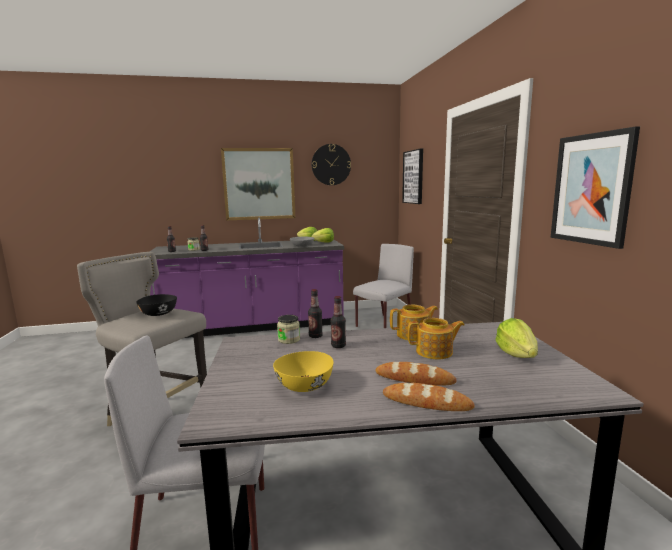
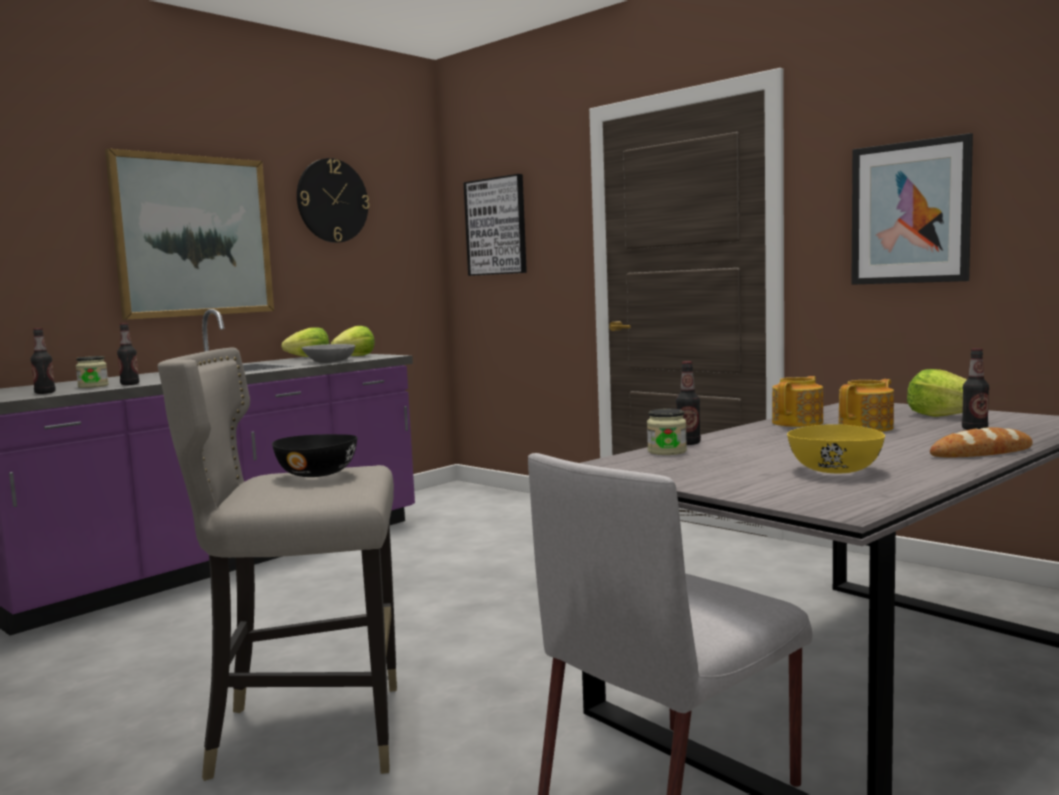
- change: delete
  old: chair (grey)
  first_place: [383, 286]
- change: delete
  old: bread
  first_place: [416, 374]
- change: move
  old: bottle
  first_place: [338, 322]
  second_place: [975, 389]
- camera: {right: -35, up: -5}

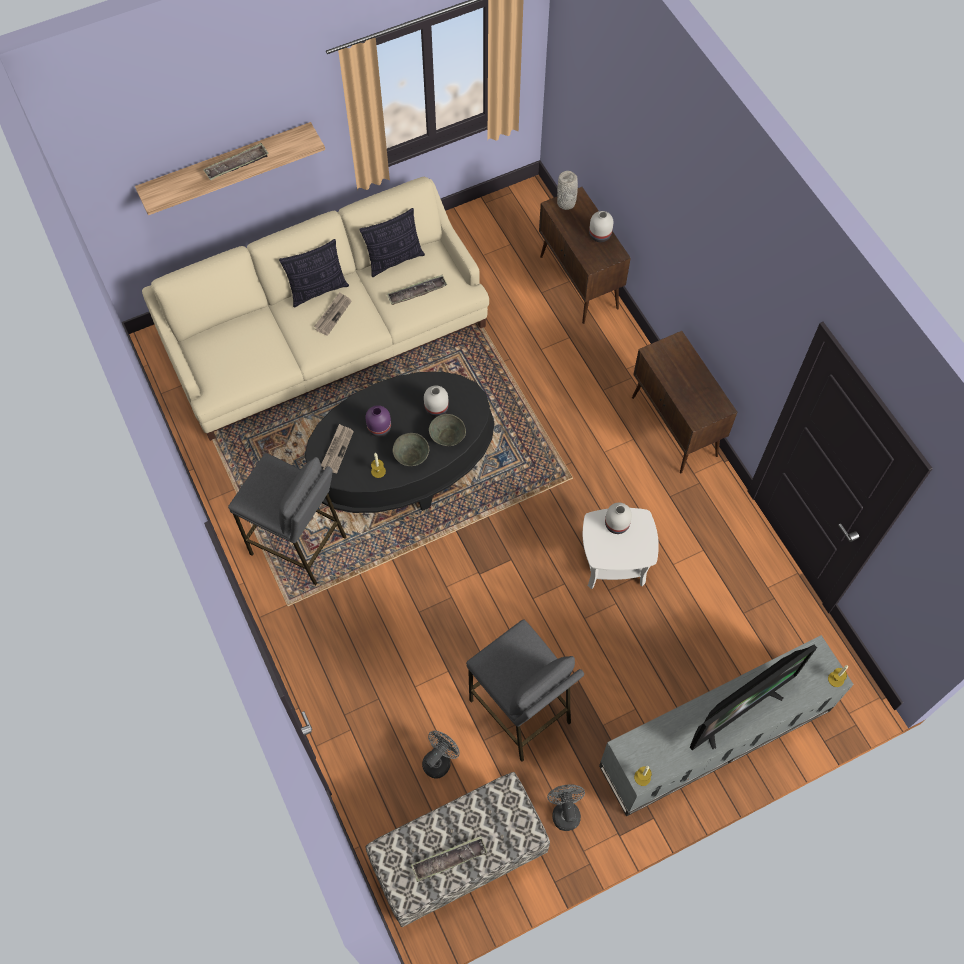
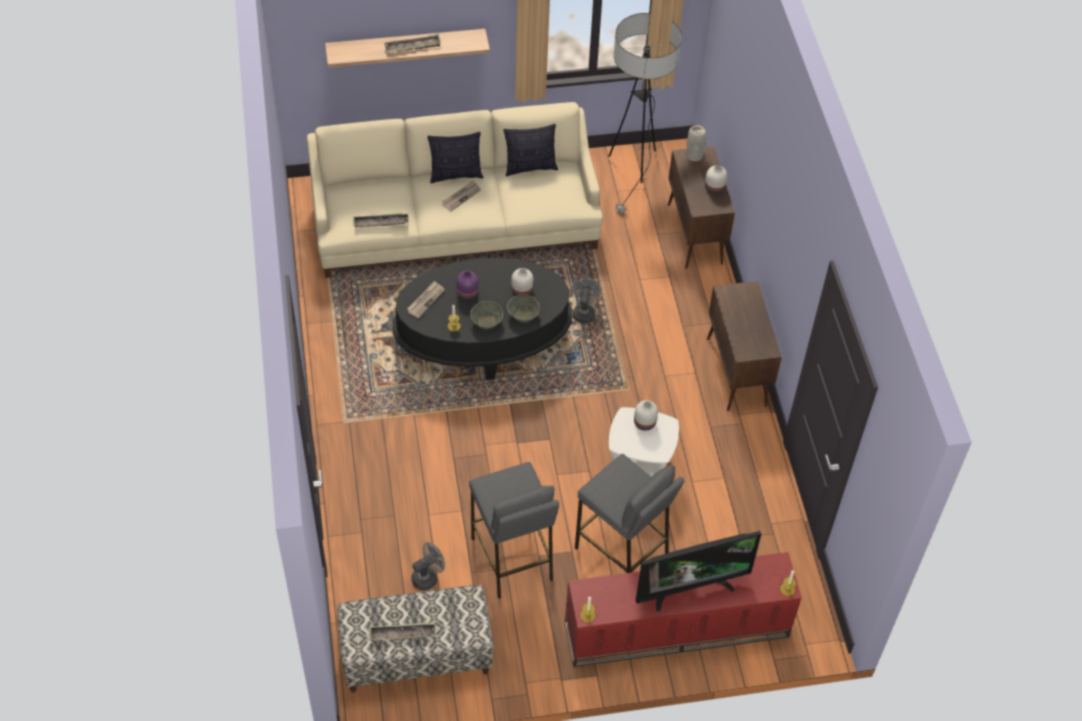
- change: insert
  new: floor lamp
  second_place: [645, 113]
- change: move
  old: stool (grey)
  first_place: [287, 519]
  second_place: [629, 513]
- change: move
  old: tray
  first_place: [417, 290]
  second_place: [381, 220]
- change: move
  old: fan (grey)
  first_place: [566, 807]
  second_place: [586, 300]
- change: recolor
  old: tv stand (grey)
  new: tv stand (red)
  first_place: [726, 725]
  second_place: [683, 609]
- camera: {right: 15, up: -10}

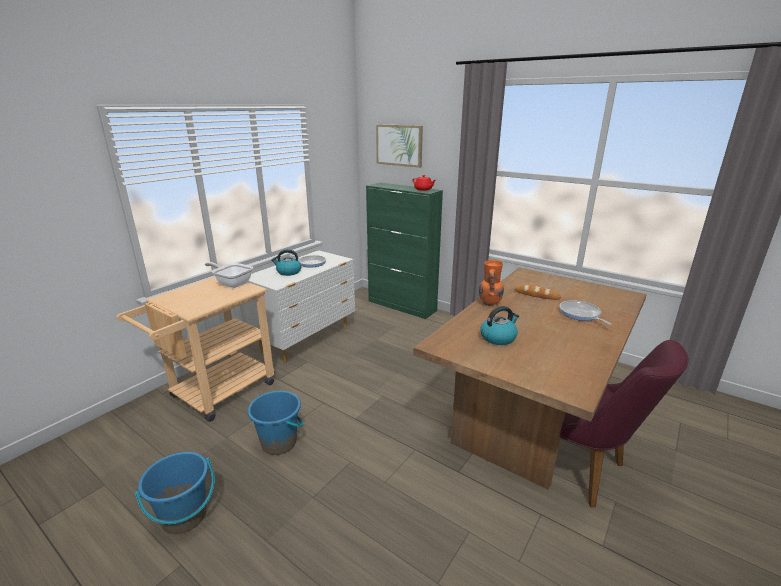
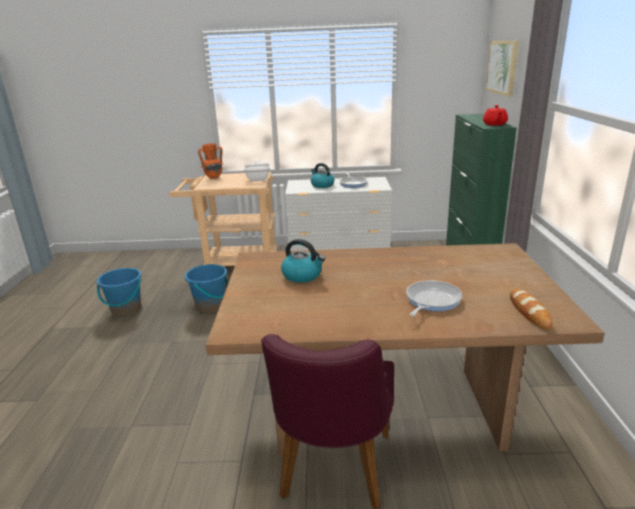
- change: move
  old: vase (orange)
  first_place: [491, 283]
  second_place: [210, 161]
- change: move
  old: bread
  first_place: [538, 292]
  second_place: [531, 309]
- camera: {right: 55, up: 0}

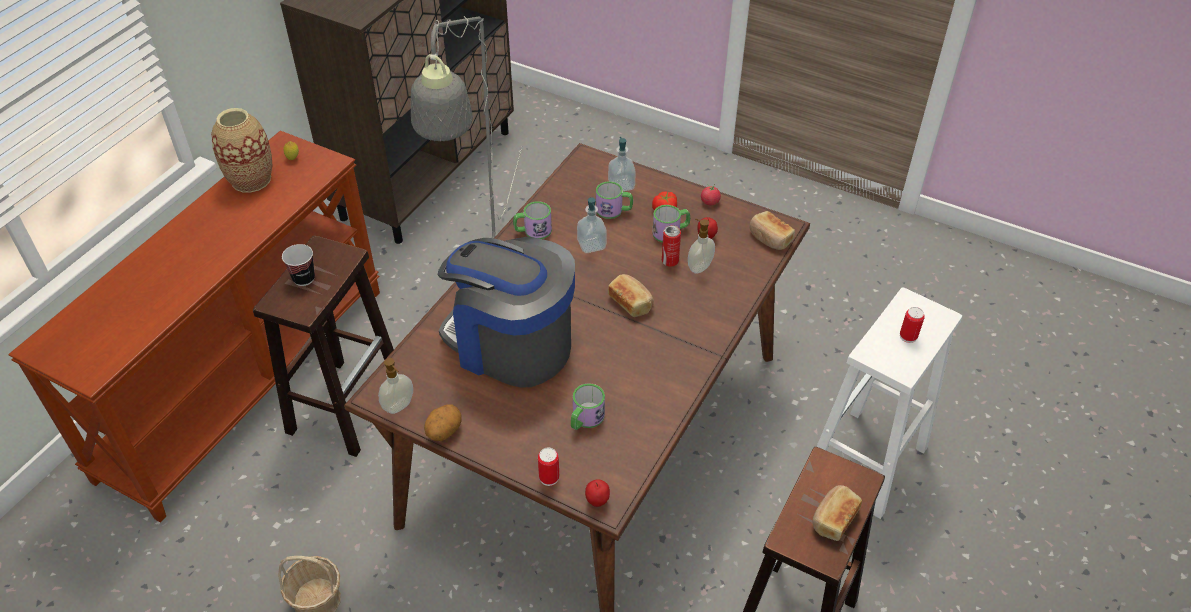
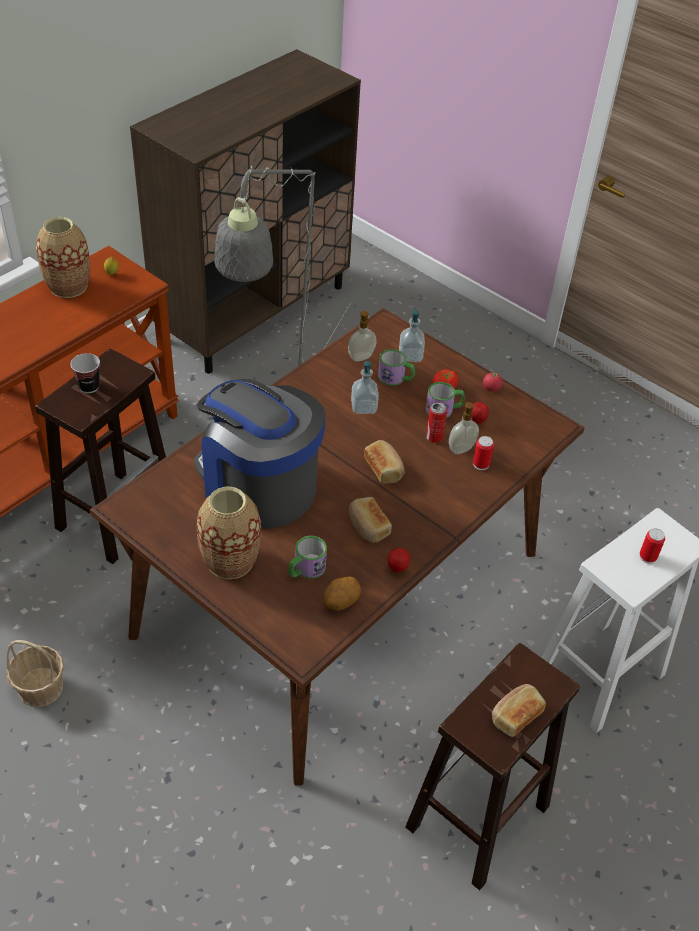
- change: delete
  old: mug
  first_place: [532, 220]
- change: insert
  new: vase
  second_place: [229, 532]
- change: move
  old: soap dispenser
  first_place: [395, 386]
  second_place: [362, 336]
- change: move
  old: potato
  first_place: [443, 422]
  second_place: [342, 593]
- change: move
  old: can
  first_place: [548, 467]
  second_place: [483, 453]
- change: move
  old: apple
  first_place: [597, 493]
  second_place: [399, 560]
- change: move
  old: bread
  first_place: [772, 230]
  second_place: [370, 520]
- camera: {right: 10, up: 0}

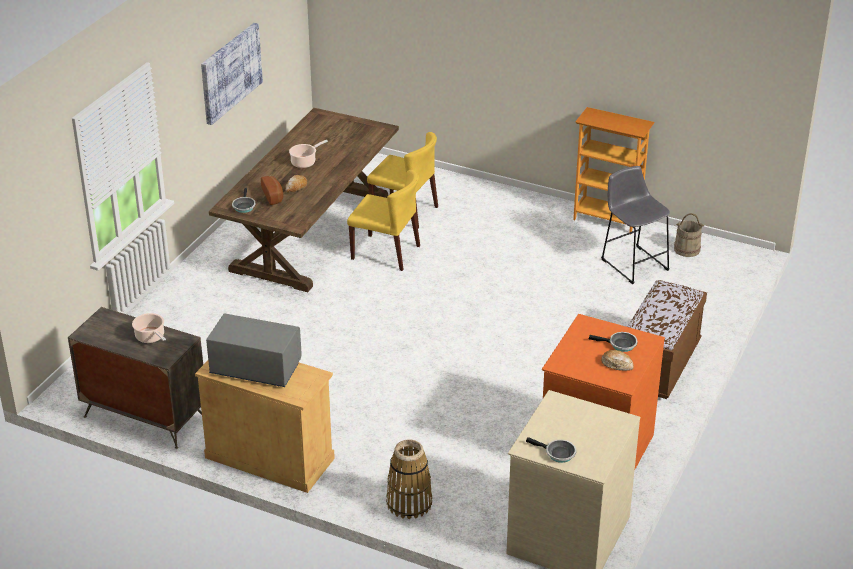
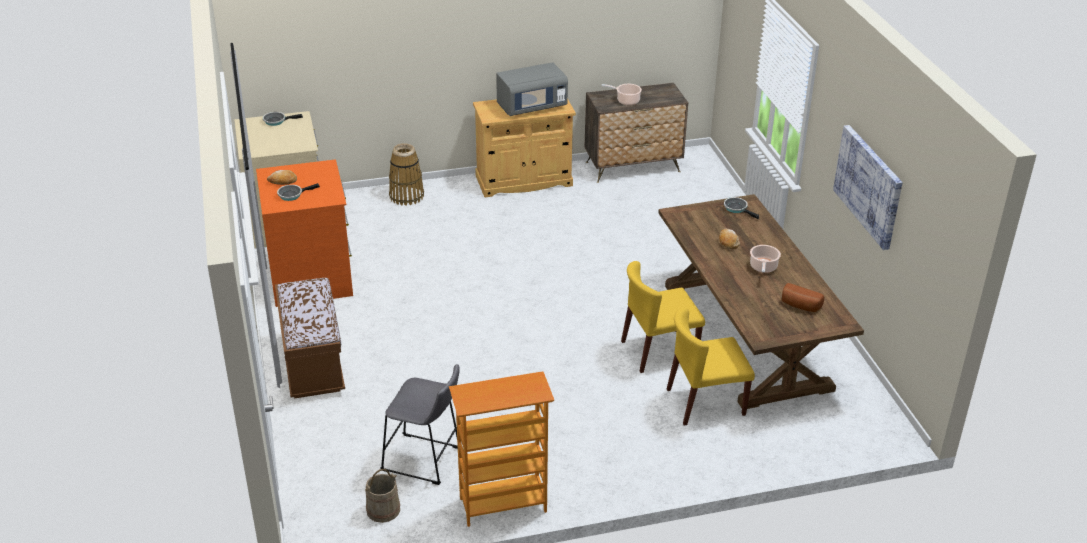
- change: move
  old: bread
  first_place: [272, 190]
  second_place: [803, 297]
- camera: {right: 140, up: 0}

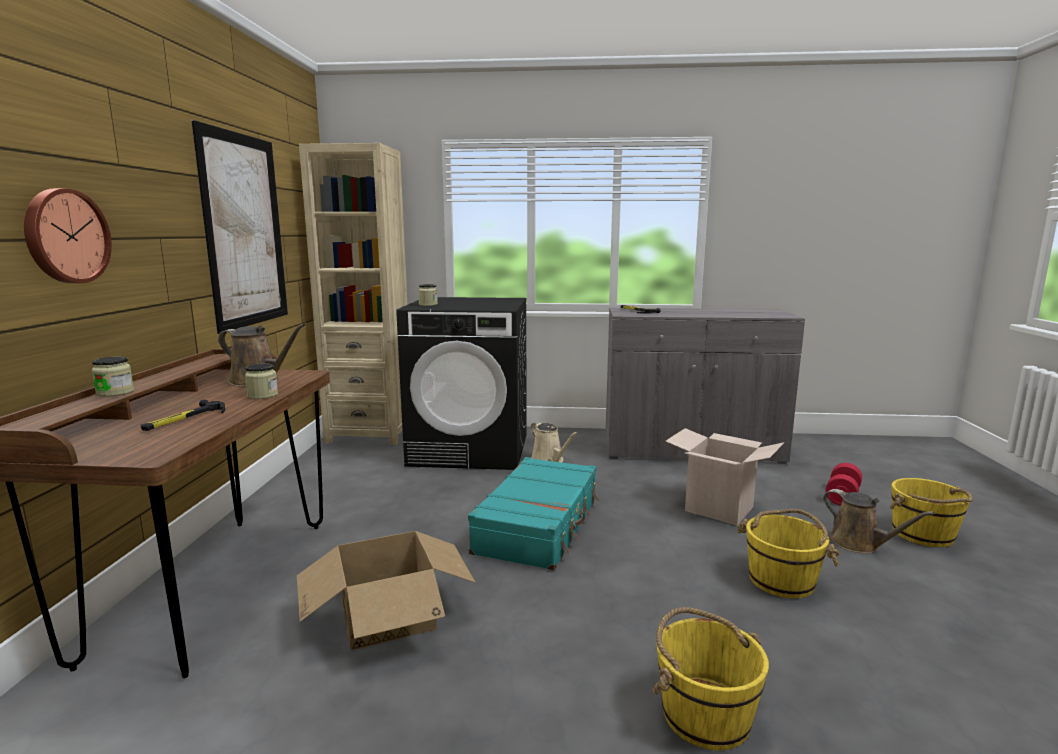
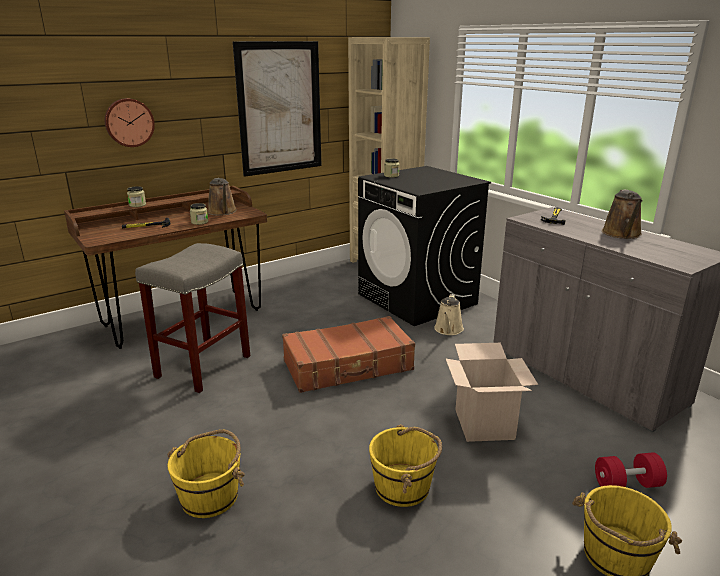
- change: move
  old: watering can (brown)
  first_place: [878, 521]
  second_place: [622, 214]
- change: replace
  old: cardboard box
  new: stool (grey)
  first_place: [386, 590]
  second_place: [192, 318]
- change: recolor
  old: suitcase (turquoise)
  new: suitcase (brown)
  first_place: [533, 513]
  second_place: [348, 354]
- camera: {right: 50, up: 10}

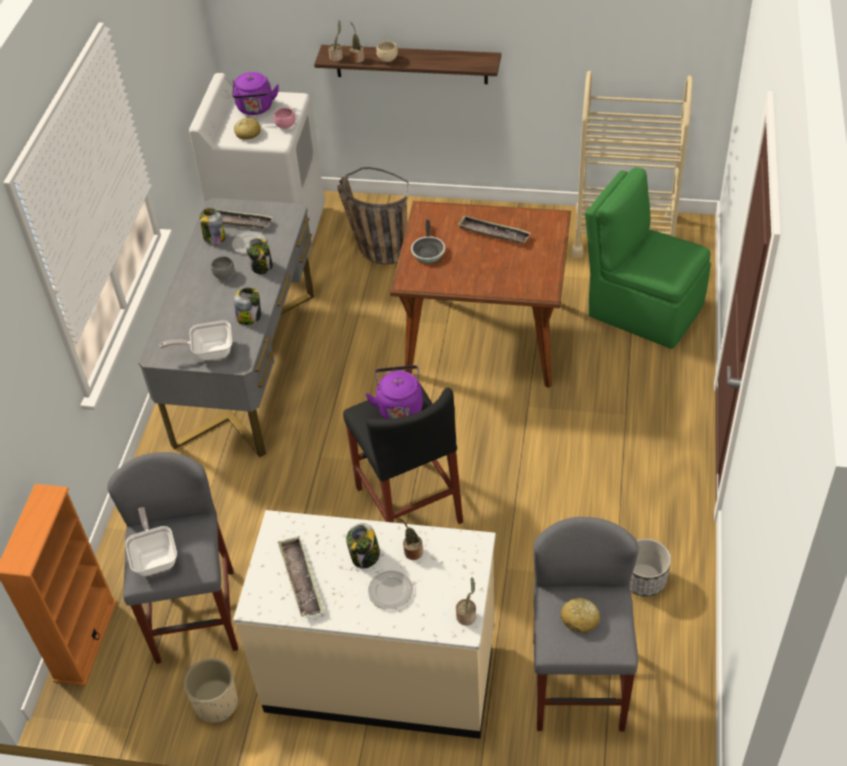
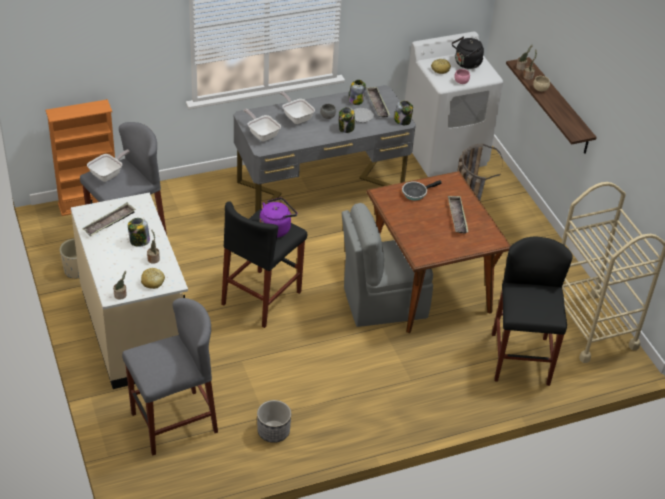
- change: delete
  old: plate
  first_place: [390, 590]
- change: insert
  new: frying pan
  second_place: [297, 108]
- change: insert
  new: chair (grey)
  second_place: [387, 265]
- change: move
  old: jar
  first_place: [247, 306]
  second_place: [403, 113]
- change: move
  old: bread
  first_place: [580, 615]
  second_place: [153, 278]
- change: replace
  old: chair (green)
  new: stool (black)
  first_place: [648, 258]
  second_place: [532, 311]
- change: recolor
  old: kettle (purple)
  new: kettle (black)
  first_place: [255, 93]
  second_place: [468, 52]
- camera: {right: 55, up: -5}

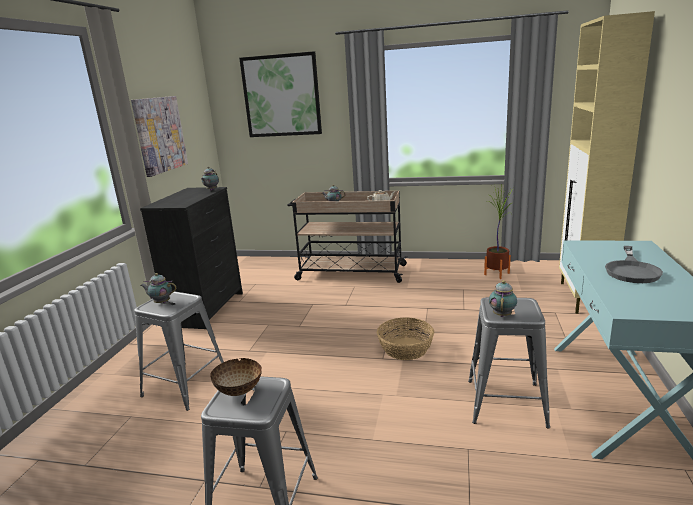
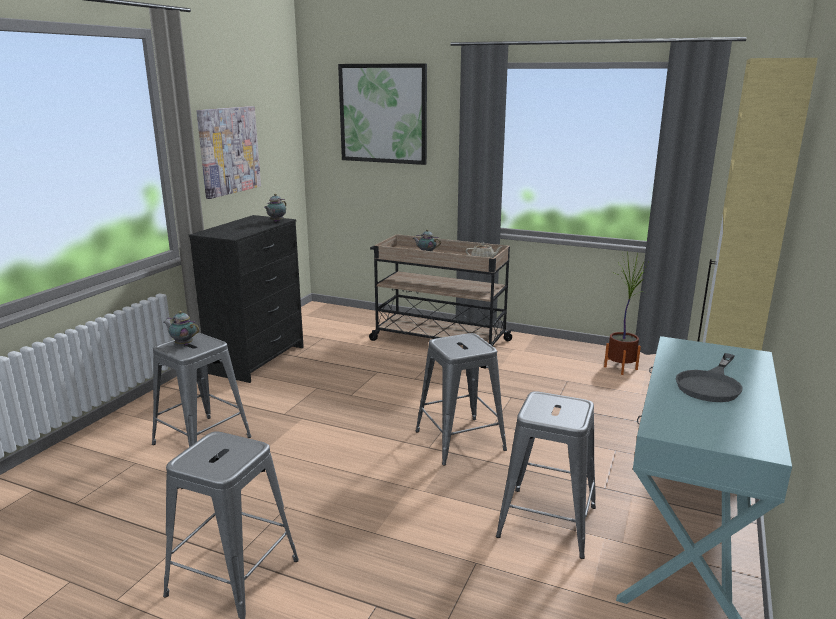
- change: delete
  old: bowl
  first_place: [236, 377]
- change: delete
  old: teapot
  first_place: [503, 298]
- change: replace
  old: basket
  new: stool (grey)
  first_place: [405, 338]
  second_place: [461, 399]
- camera: {right: 10, up: 0}

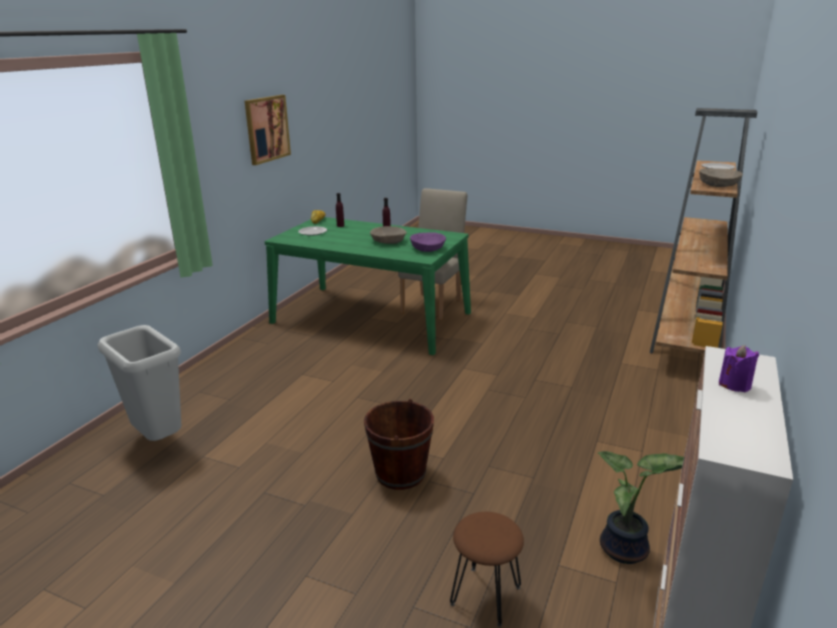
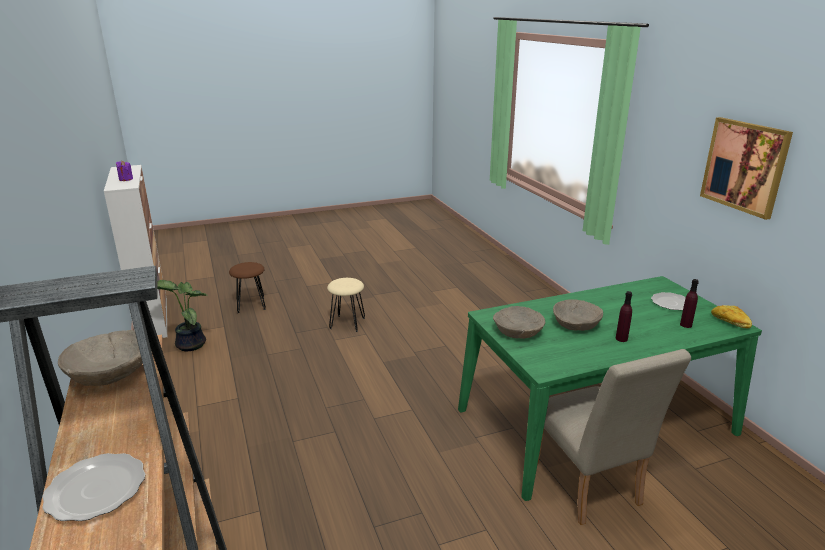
- change: delete
  old: trash can (grey)
  first_place: [139, 383]
- change: replace
  old: bucket (brown)
  new: stool (beige)
  first_place: [399, 444]
  second_place: [346, 305]
- change: recolor
  old: bowl (purple)
  new: bowl (beige)
  first_place: [428, 242]
  second_place: [519, 322]
- camera: {right: 135, up: 0}

